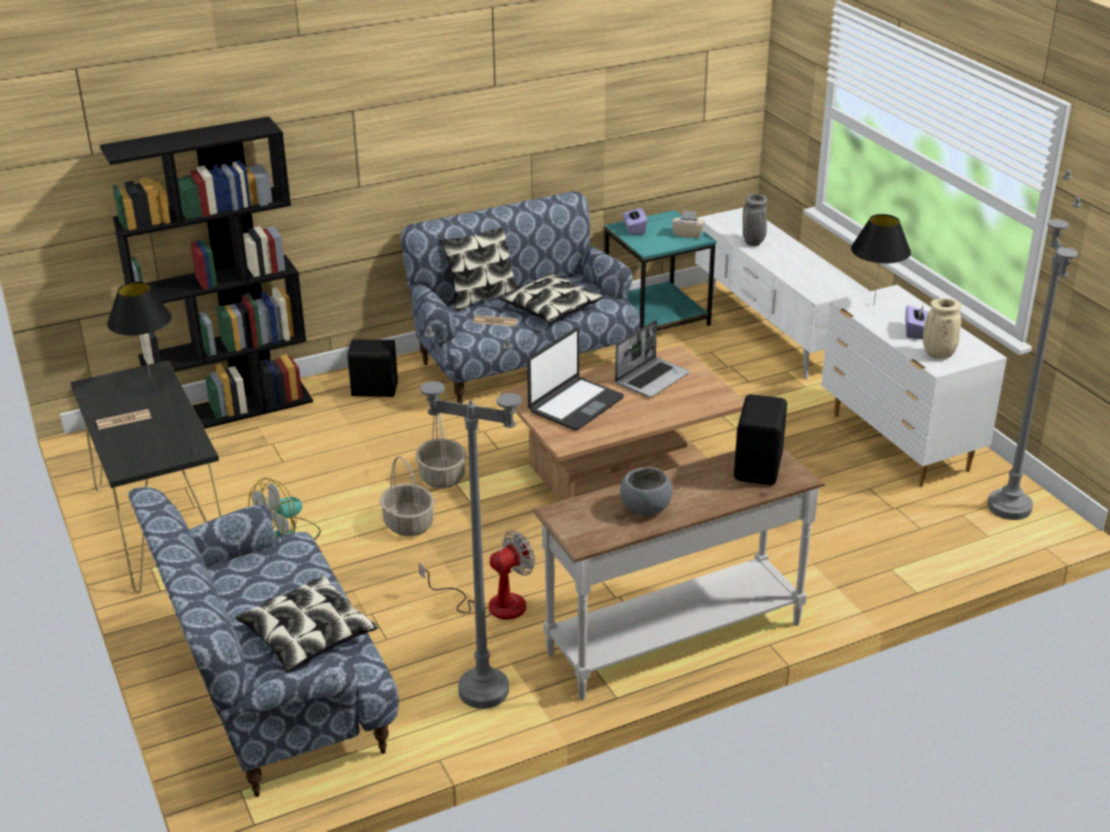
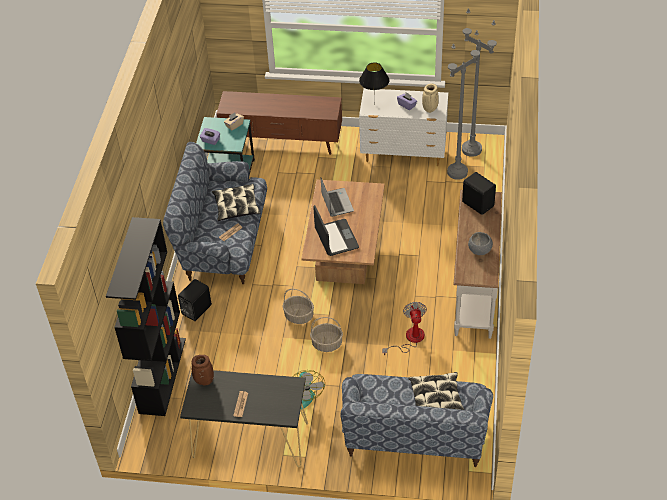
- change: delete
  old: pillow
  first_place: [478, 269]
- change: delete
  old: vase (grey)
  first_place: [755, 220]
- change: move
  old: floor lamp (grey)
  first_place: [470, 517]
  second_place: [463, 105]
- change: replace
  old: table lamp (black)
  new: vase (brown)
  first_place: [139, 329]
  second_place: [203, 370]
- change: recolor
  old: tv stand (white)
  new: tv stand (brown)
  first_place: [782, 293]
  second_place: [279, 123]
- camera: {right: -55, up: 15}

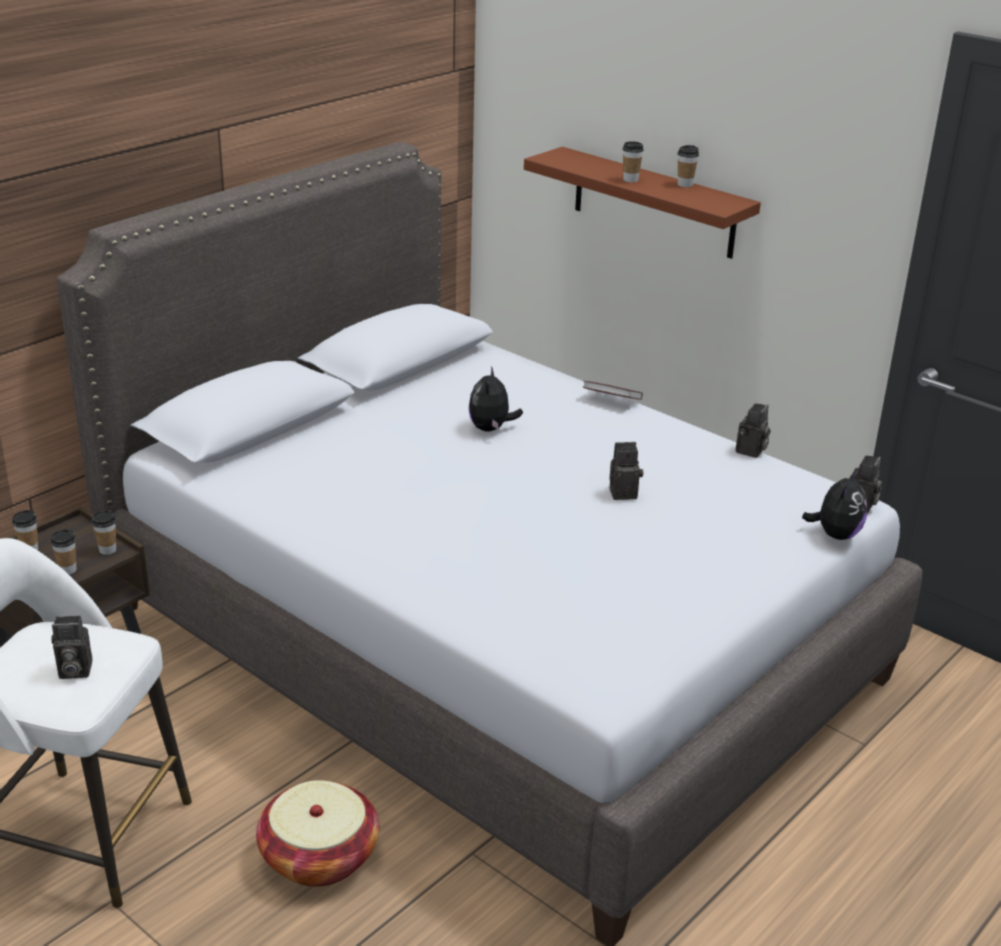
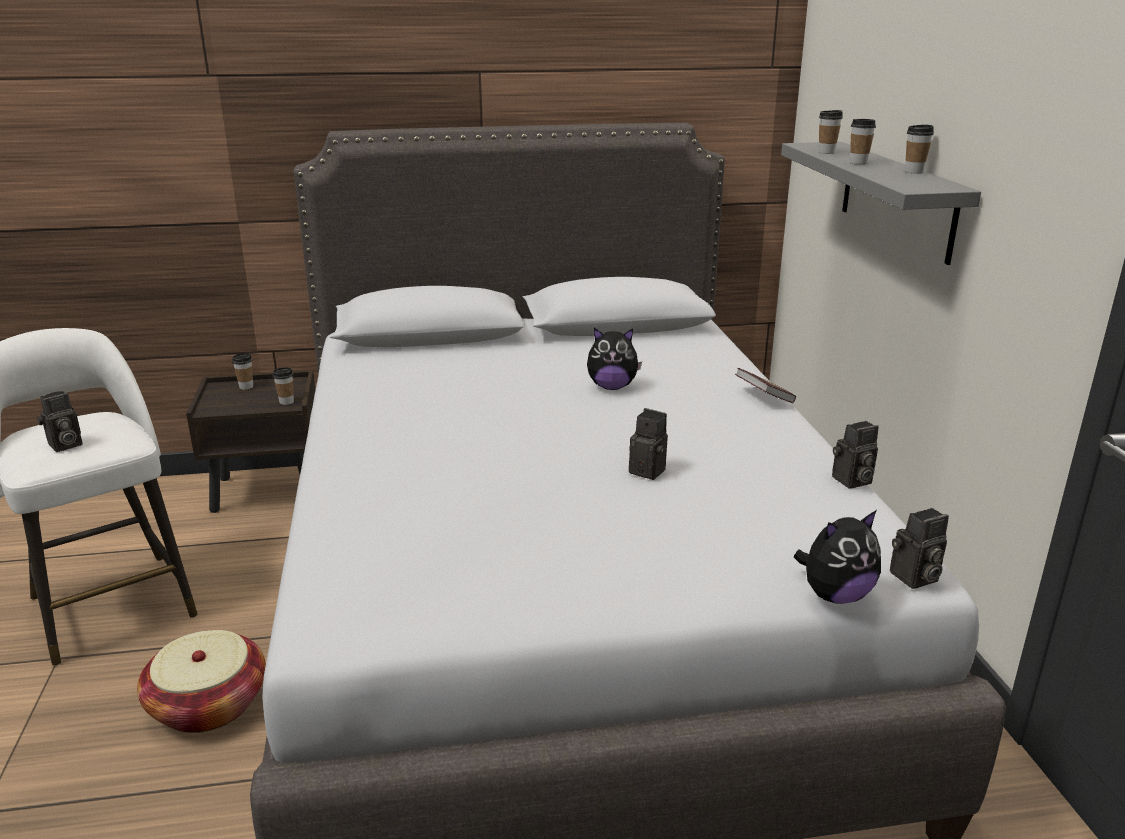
- change: move
  old: cup
  first_place: [63, 552]
  second_place: [831, 132]
- change: recolor
  old: shelf (brown)
  new: shelf (grey)
  first_place: [642, 203]
  second_place: [881, 203]
- change: rotate
  old: photo camera
  first_place: [72, 647]
  second_place: [59, 421]
  degrees: -75
- change: rotate
  old: plush toy
  first_place: [496, 399]
  second_place: [614, 359]
  degrees: -135
- camera: {right: 40, up: -5}

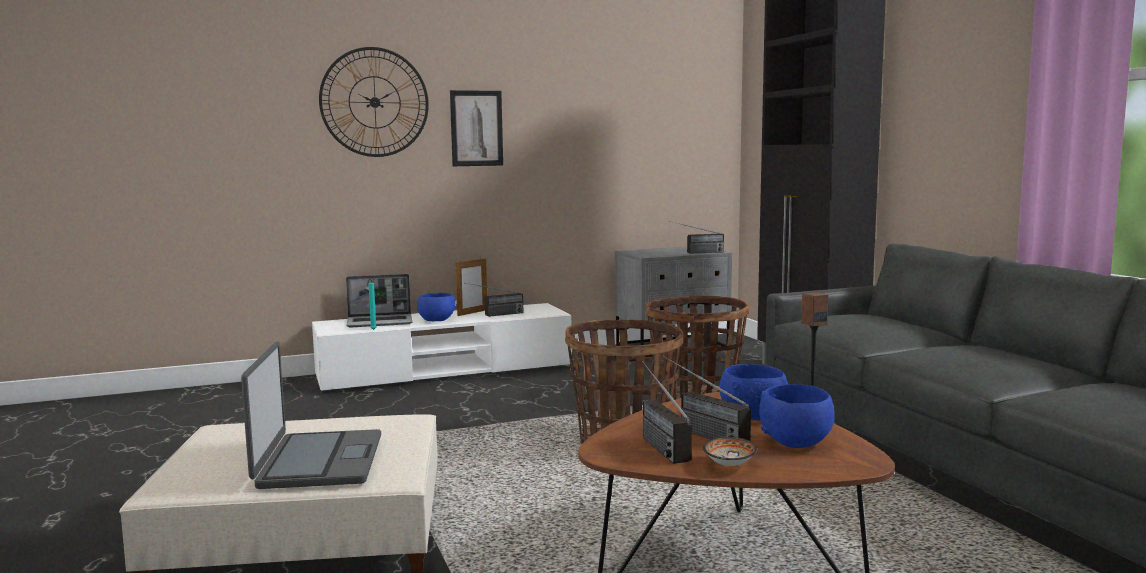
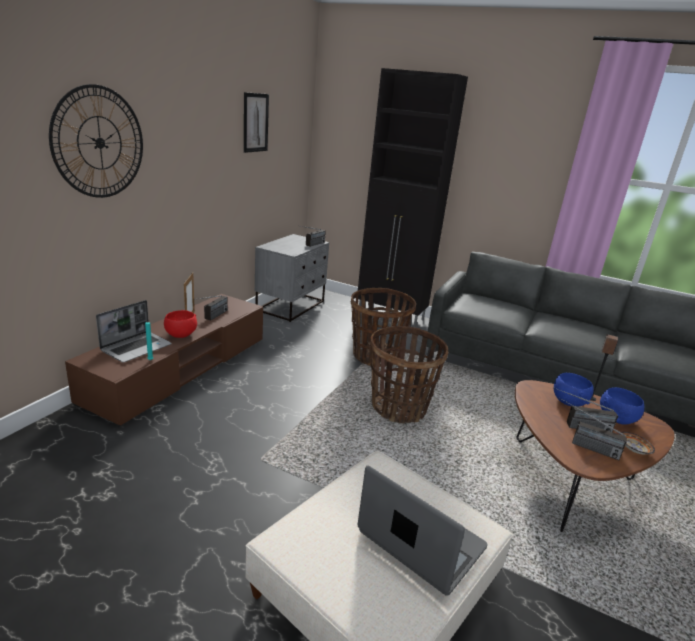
- change: move
  old: picture
  first_place: [476, 128]
  second_place: [256, 122]
- change: recolor
  old: tv stand (white)
  new: tv stand (brown)
  first_place: [442, 348]
  second_place: [164, 360]
- change: recolor
  old: bowl (blue)
  new: bowl (red)
  first_place: [436, 307]
  second_place: [180, 324]
- camera: {right: -45, up: 15}

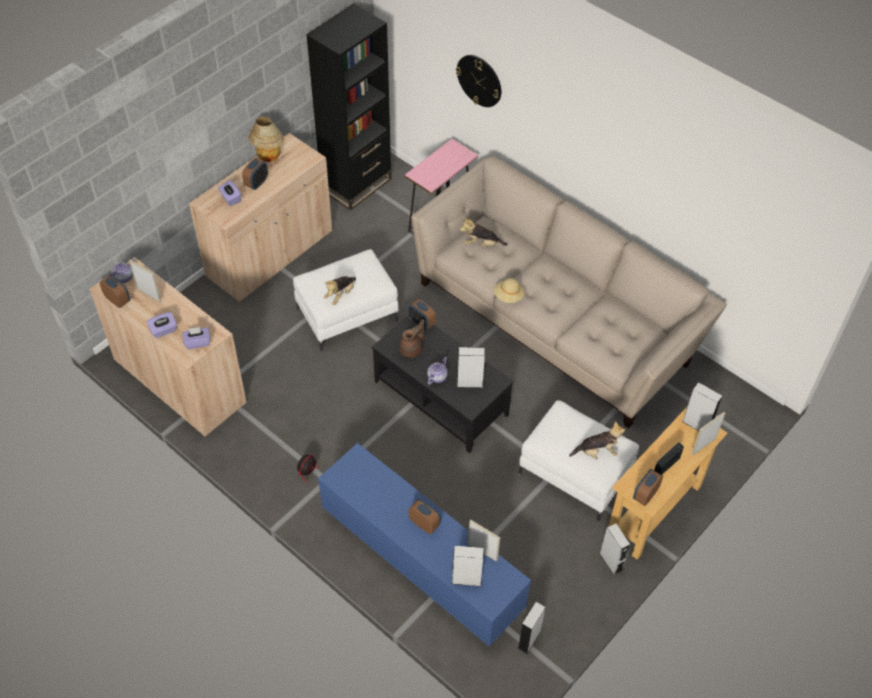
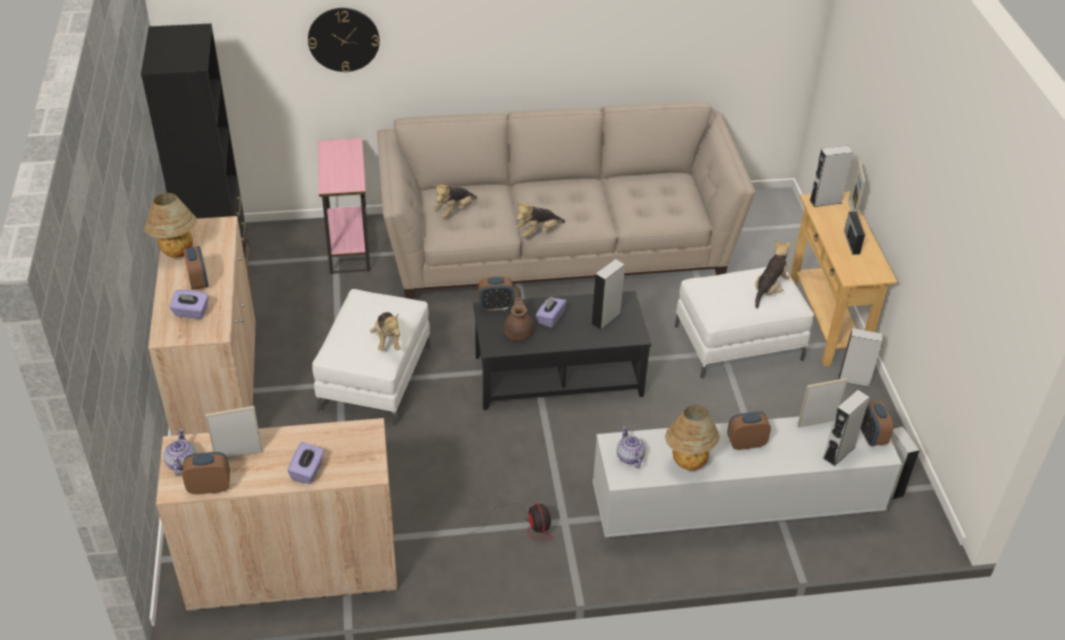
- change: insert
  new: table lamp
  second_place: [692, 437]
- change: move
  old: tissue box (purple)
  first_place: [196, 338]
  second_place: [551, 312]
- change: move
  old: teapot
  first_place: [437, 371]
  second_place: [631, 447]
- change: move
  old: alarm clock
  first_place: [648, 487]
  second_place: [876, 423]
- change: replace
  old: hat (beige)
  new: plush toy
  first_place: [509, 290]
  second_place: [540, 220]
- change: recolor
  old: tv stand (blue)
  new: tv stand (white)
  first_place: [424, 545]
  second_place: [747, 477]
- camera: {right: -50, up: -10}

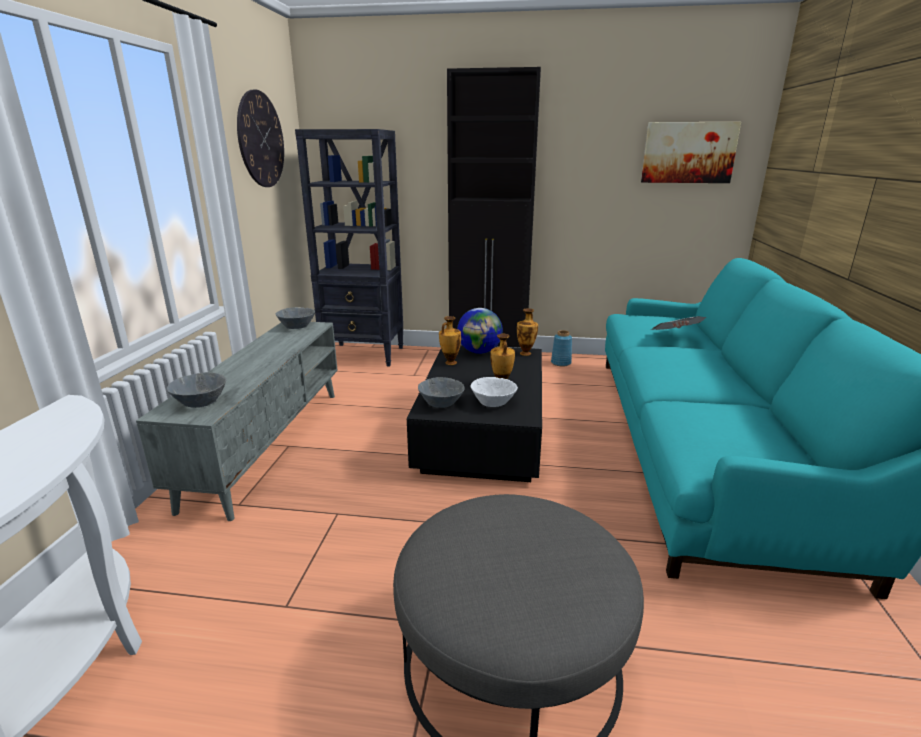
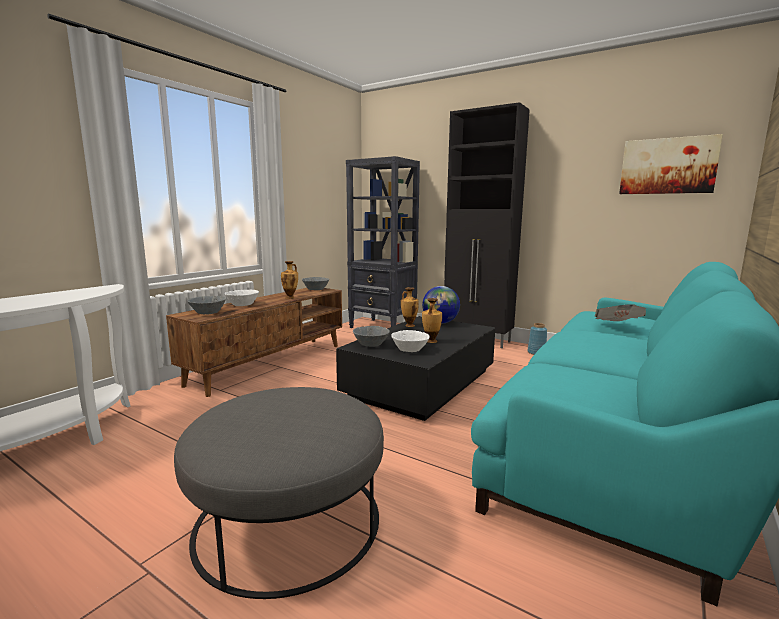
- change: delete
  old: wall clock
  first_place: [260, 138]
- change: insert
  new: bowl (white)
  second_place: [241, 298]
- change: move
  old: vase
  first_place: [527, 332]
  second_place: [289, 280]
- change: recolor
  old: tv stand (grey)
  new: tv stand (brown)
  first_place: [237, 421]
  second_place: [254, 342]
- camera: {right: 25, up: -10}

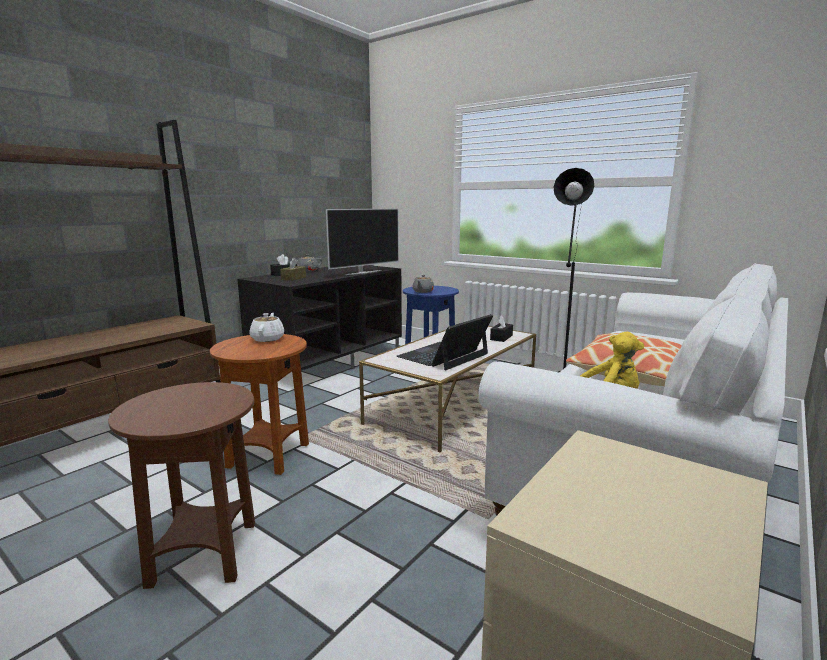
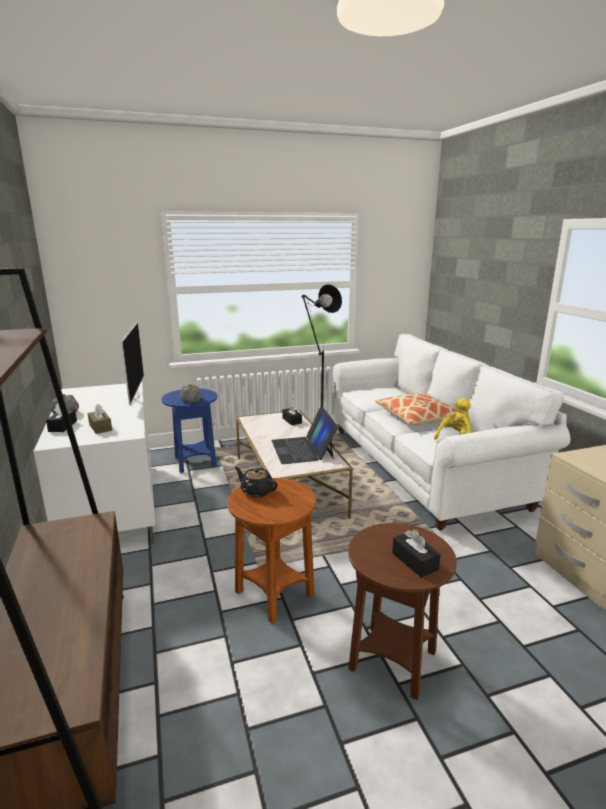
- change: insert
  new: tissue box (black)
  second_place: [416, 553]
- change: recolor
  old: tv stand (black)
  new: tv stand (white)
  first_place: [319, 318]
  second_place: [94, 463]
- change: recolor
  old: teapot (white)
  new: teapot (black)
  first_place: [266, 327]
  second_place: [256, 482]
- camera: {right: -55, up: 5}

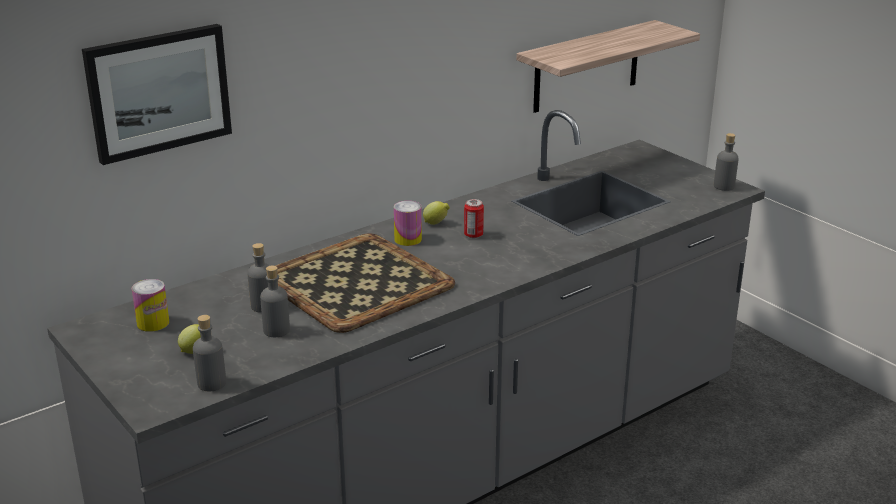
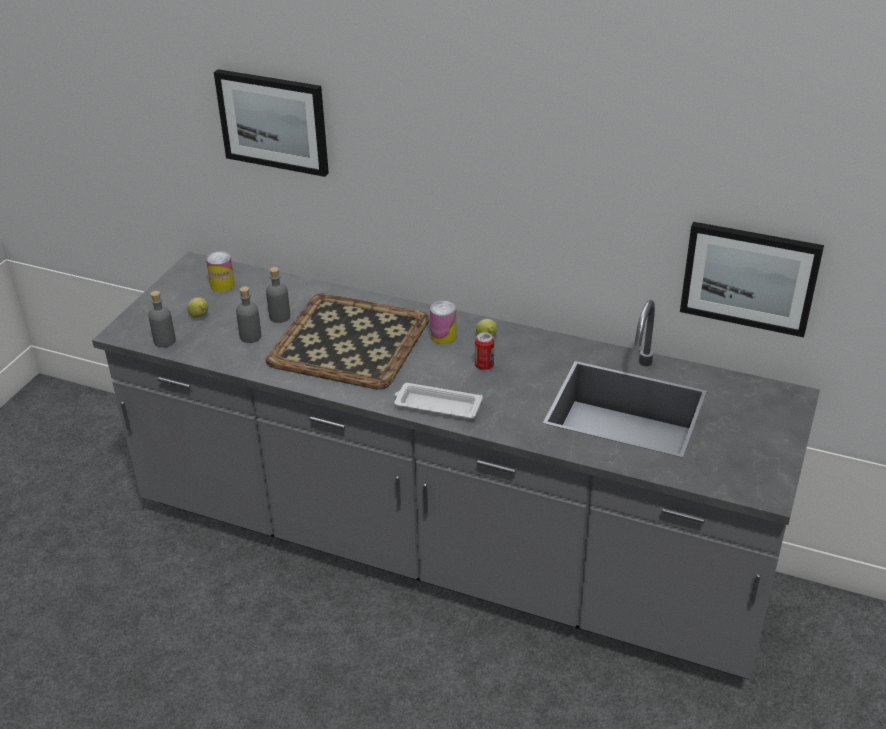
- change: delete
  old: bottle (grey)
  first_place: [726, 162]
- change: insert
  new: tray (white)
  second_place: [438, 401]
- change: replace
  old: shelf
  new: picture
  first_place: [608, 66]
  second_place: [752, 279]
- camera: {right: 60, up: 10}

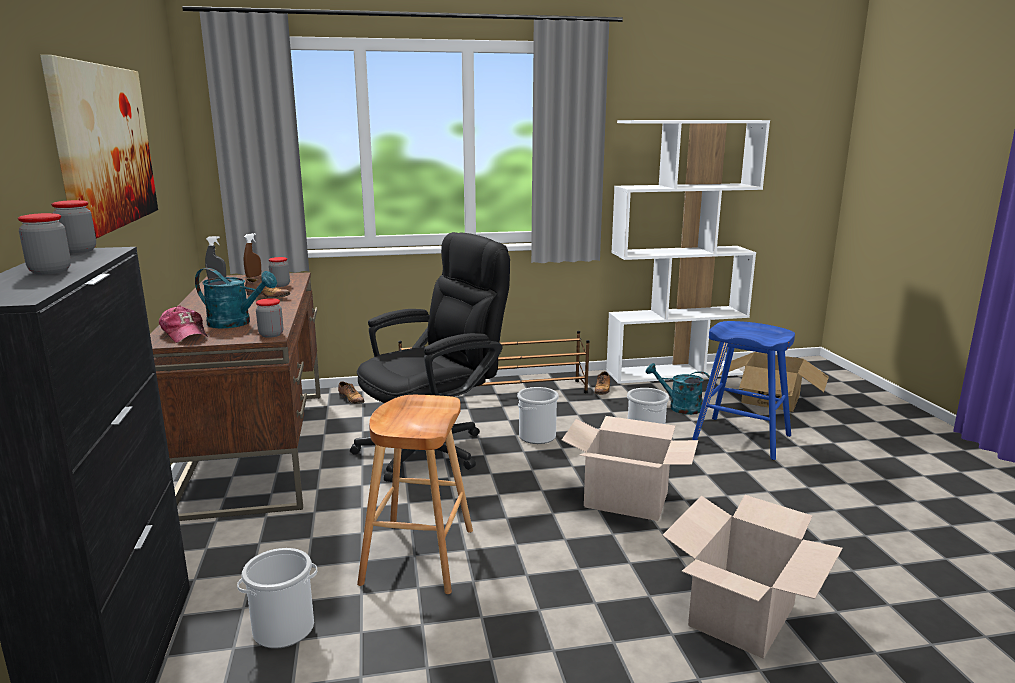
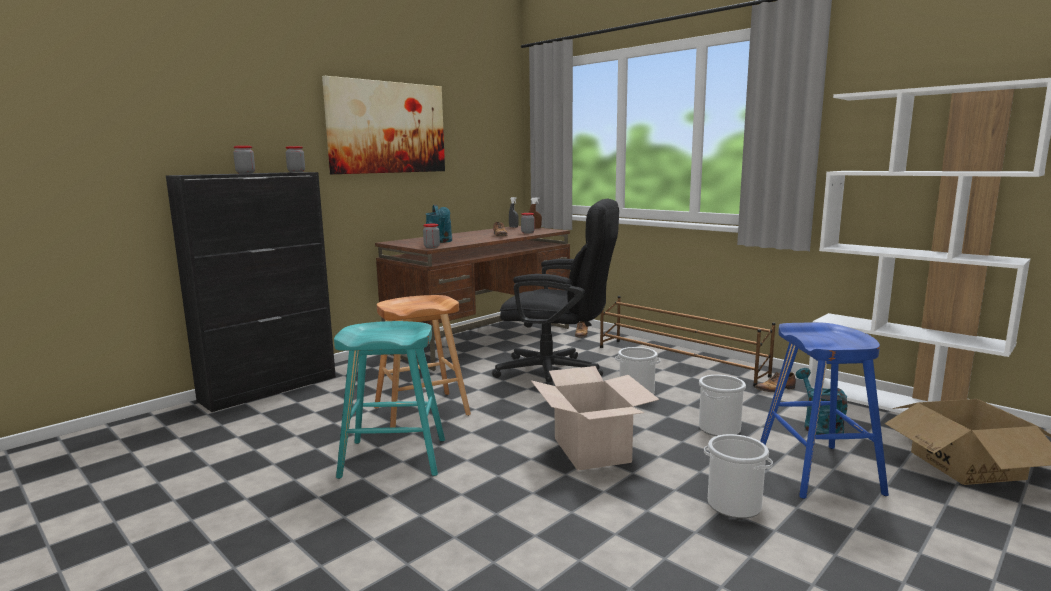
- change: delete
  old: cap
  first_place: [183, 324]
- change: delete
  old: cardboard box
  first_place: [752, 577]
- change: insert
  new: stool (turquoise)
  second_place: [389, 400]
- change: move
  old: bucket
  first_place: [277, 598]
  second_place: [738, 476]
- camera: {right: 55, up: -5}

